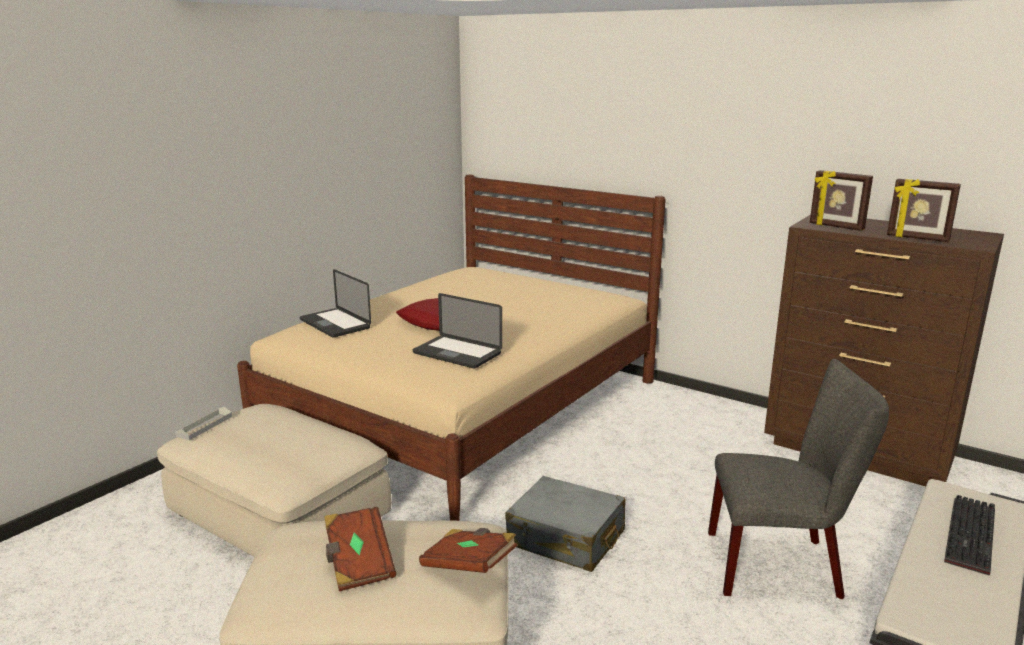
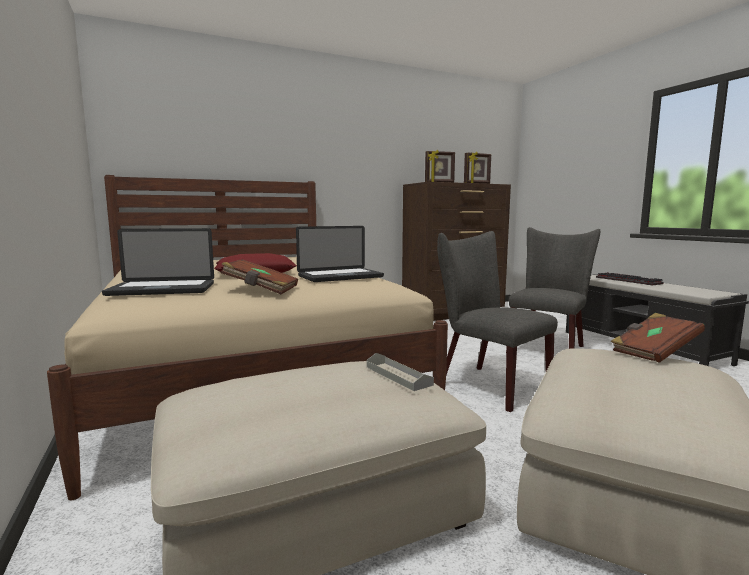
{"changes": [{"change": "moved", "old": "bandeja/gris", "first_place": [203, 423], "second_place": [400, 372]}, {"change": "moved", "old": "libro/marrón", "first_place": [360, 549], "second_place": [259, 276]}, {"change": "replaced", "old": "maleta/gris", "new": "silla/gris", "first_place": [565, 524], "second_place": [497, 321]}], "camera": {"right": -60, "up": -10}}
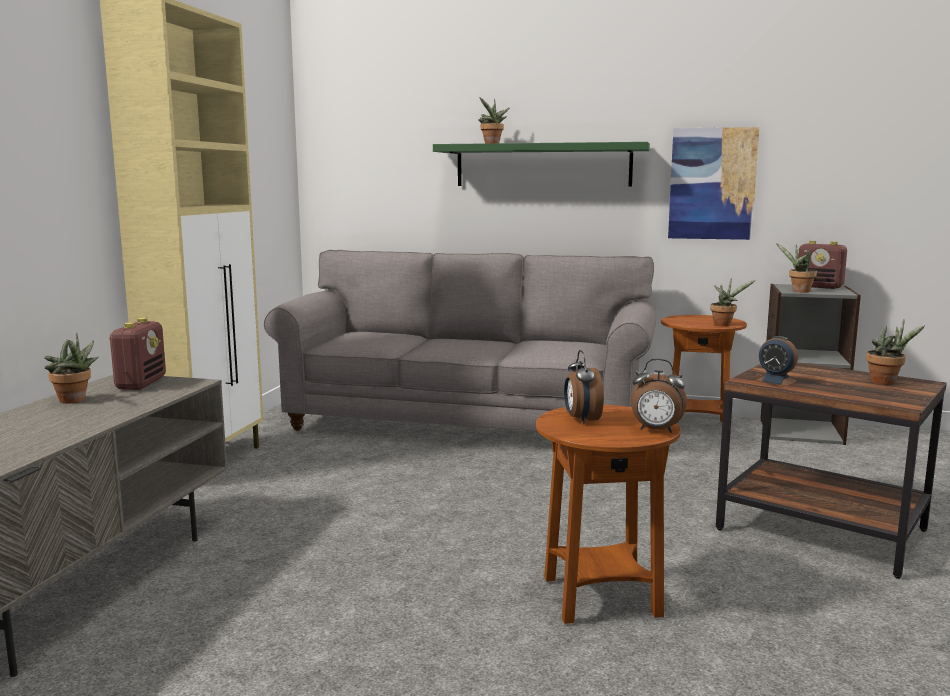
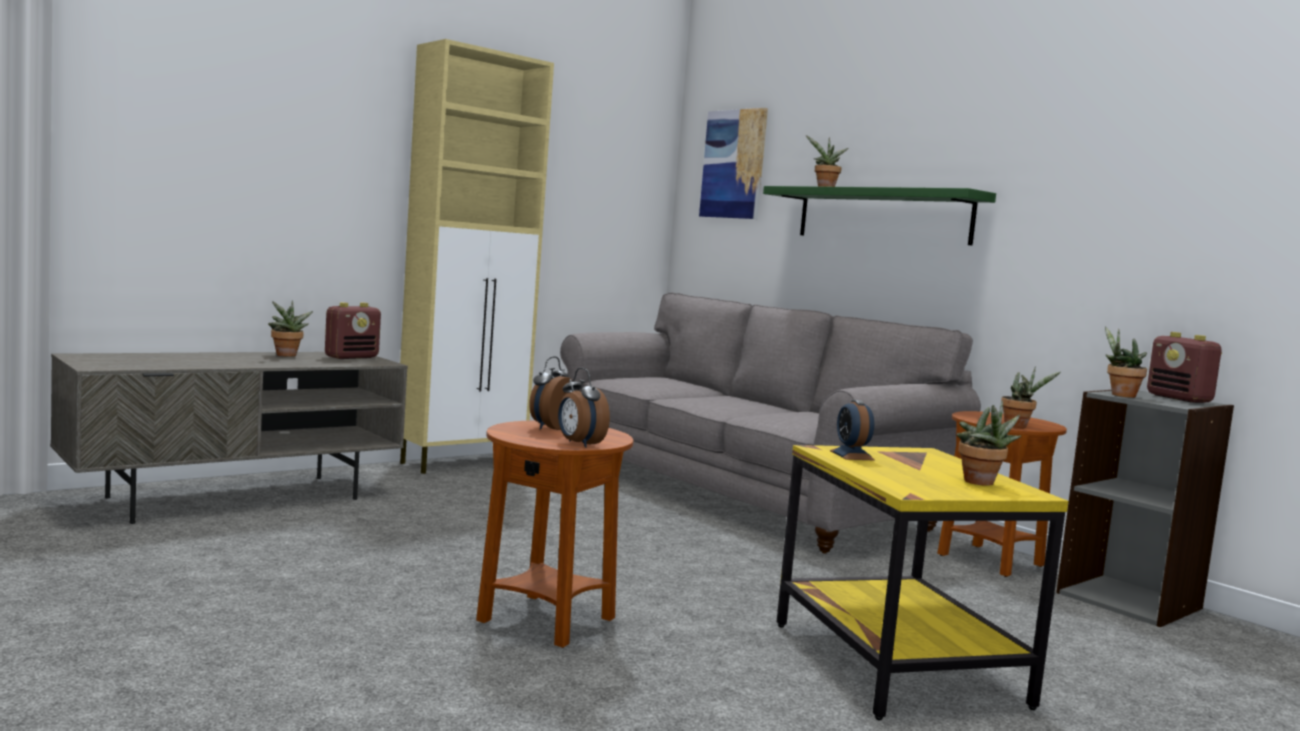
{"changes": [{"change": "moved", "old": "cuadro", "first_place": [714, 183], "second_place": [733, 163]}, {"change": "recoloured", "old": "mesa auxiliar/marrón", "new": "mesa auxiliar/amarillo", "first_place": [831, 471], "second_place": [922, 582]}], "camera": {"right": 35, "up": -5}}
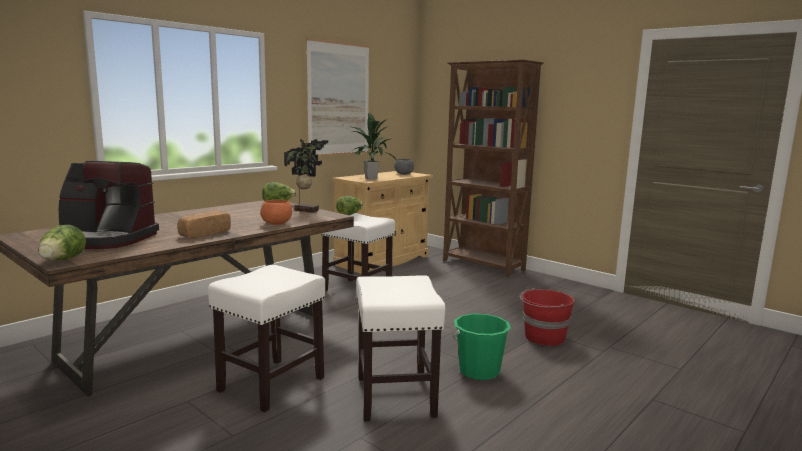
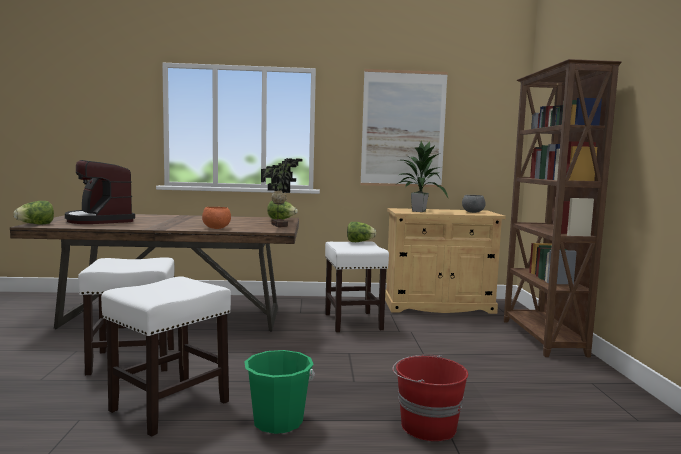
{"changes": [{"change": "removed", "old": "pan", "first_place": [204, 224]}], "camera": {"right": 45, "up": -5}}
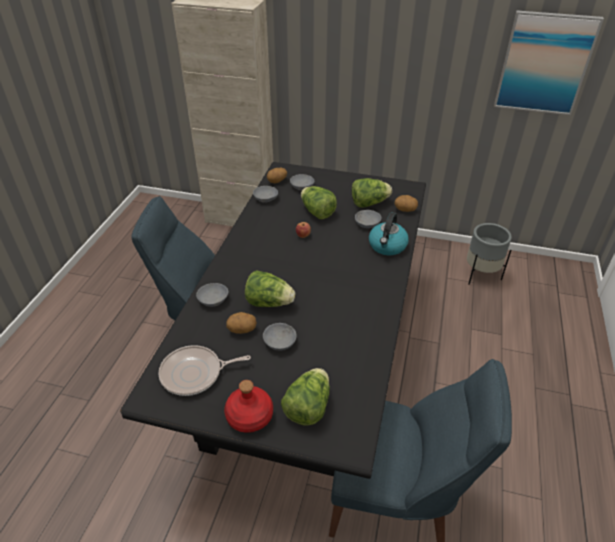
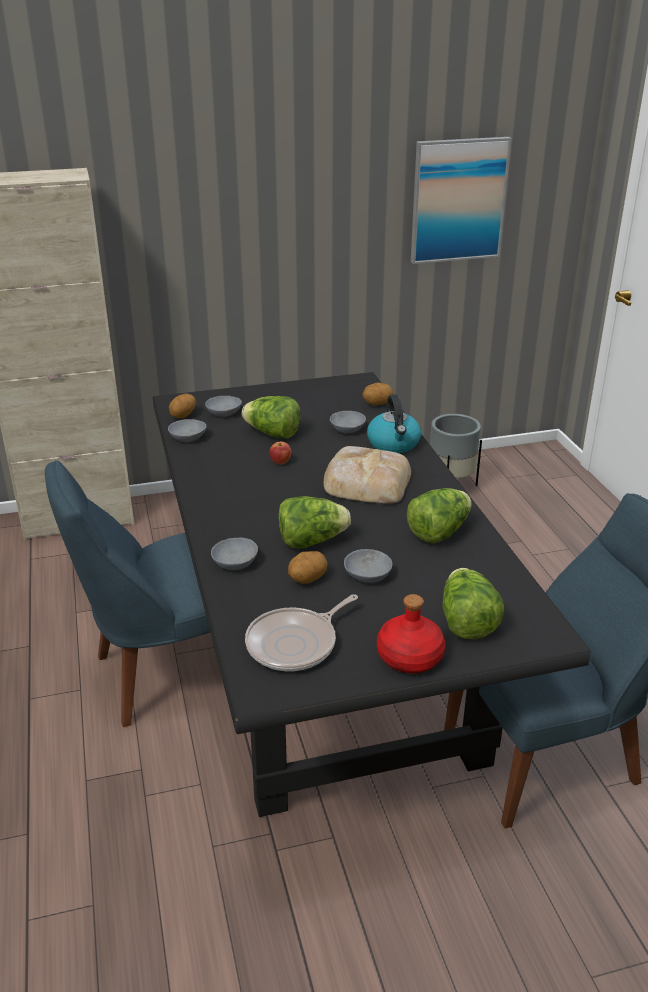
{"changes": [{"change": "added", "new": "pan", "second_place": [367, 475]}, {"change": "moved", "old": "lechuga", "first_place": [372, 193], "second_place": [439, 515]}], "camera": {"right": -30, "up": -10}}
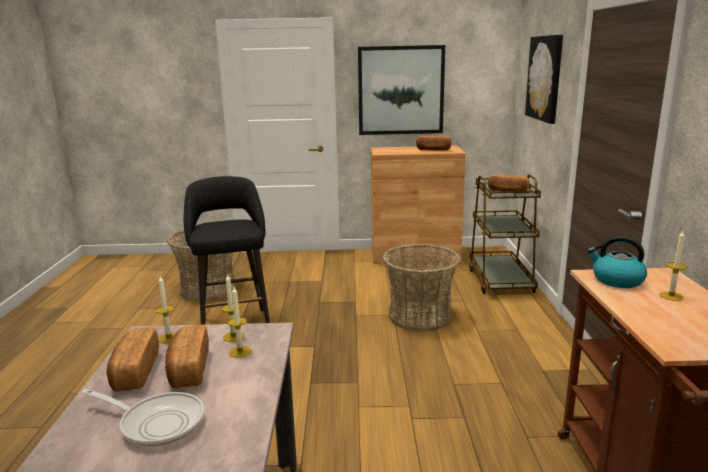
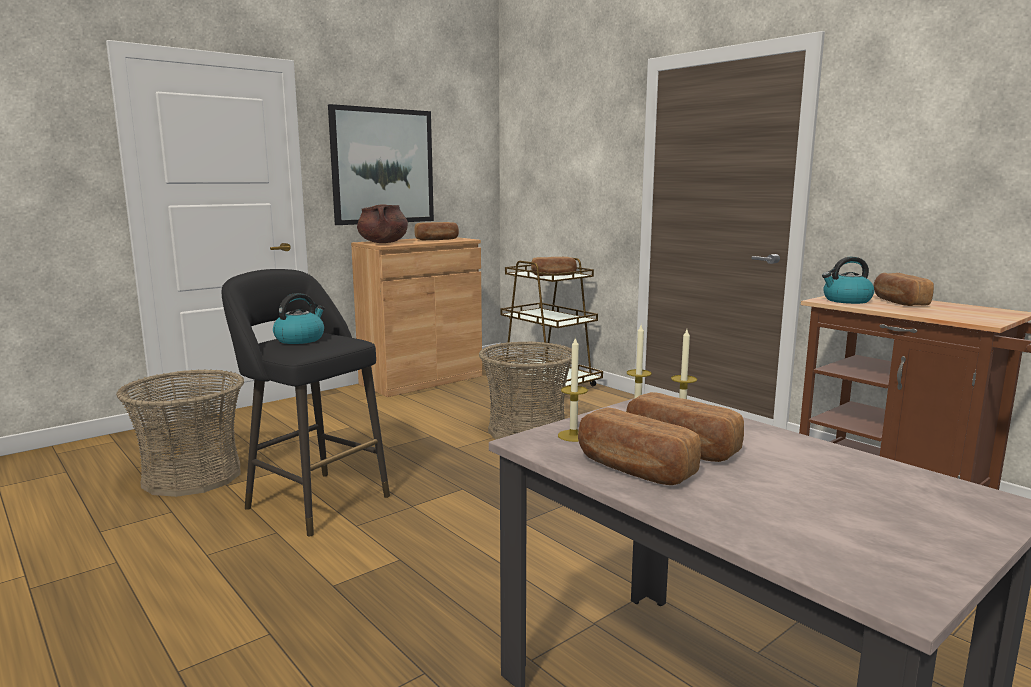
{"changes": [{"change": "removed", "old": "sartén", "first_place": [143, 418]}, {"change": "removed", "old": "cuadro", "first_place": [544, 79]}, {"change": "added", "new": "hervidor", "second_place": [299, 318]}, {"change": "added", "new": "olla/marrón", "second_place": [382, 223]}, {"change": "replaced", "old": "vela", "new": "pan", "first_place": [673, 266], "second_place": [903, 289]}], "camera": {"right": -40, "up": -5}}
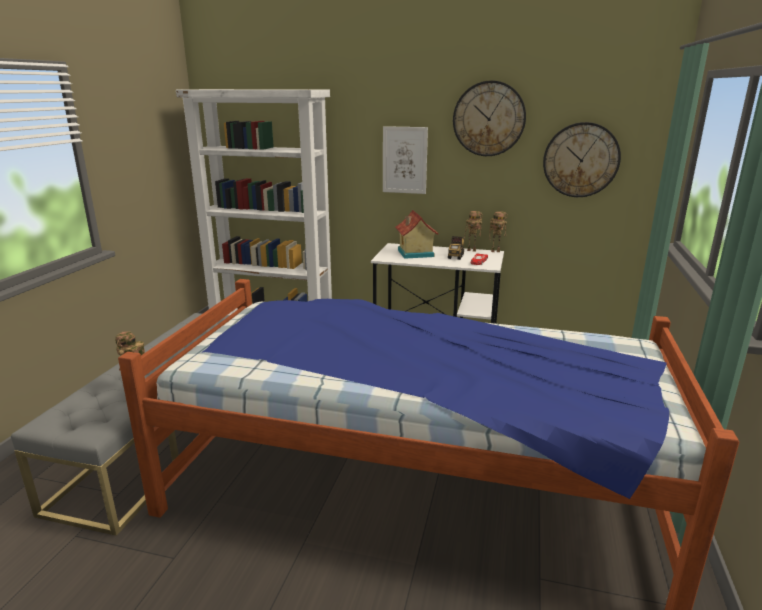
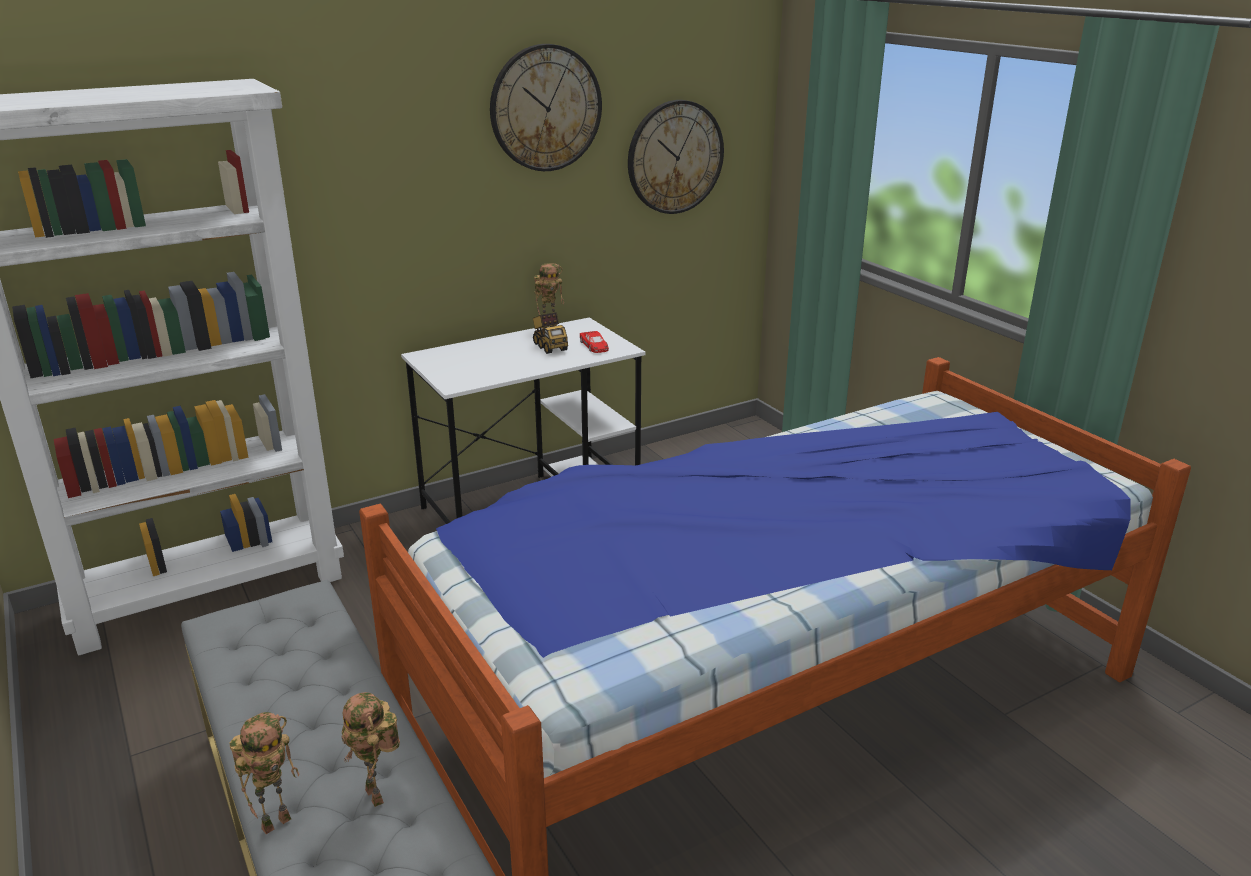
{"changes": [{"change": "removed", "old": "cuadro", "first_place": [405, 160]}, {"change": "removed", "old": "casita", "first_place": [417, 234]}, {"change": "moved", "old": "robot de juguete", "first_place": [498, 232], "second_place": [264, 773]}], "camera": {"right": -45, "up": 5}}
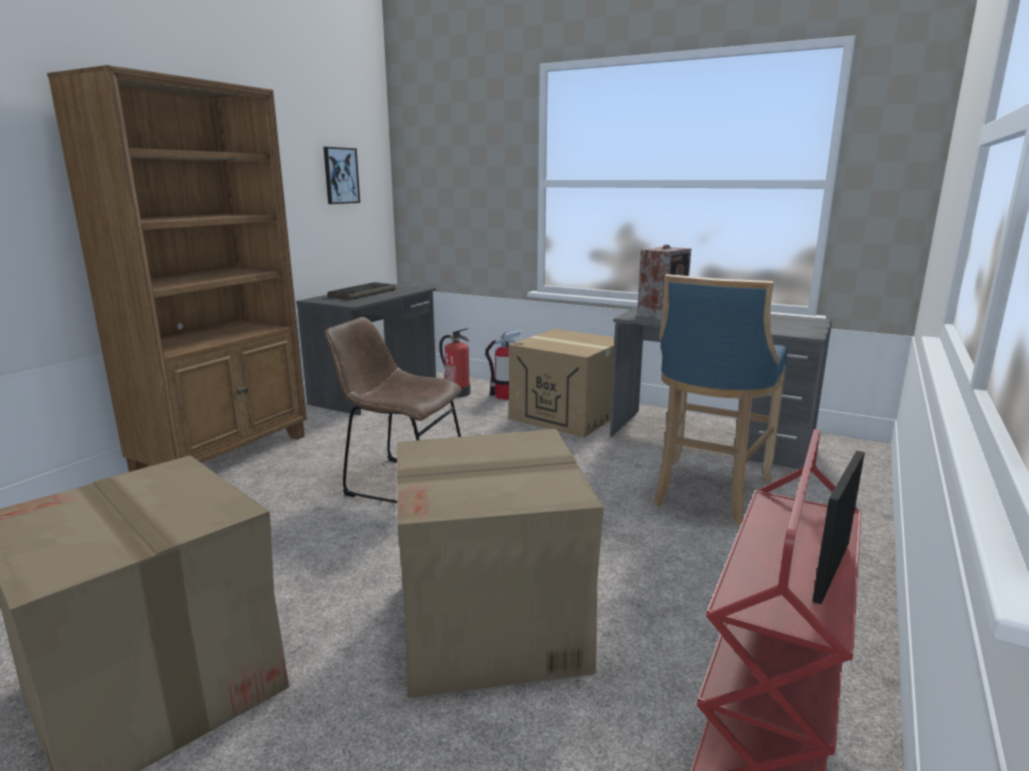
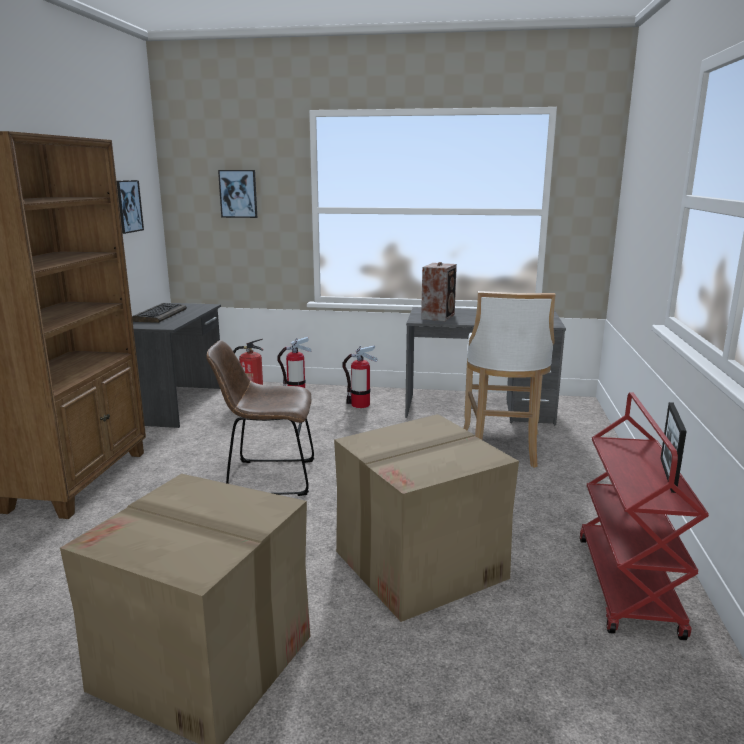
{"changes": [{"change": "added", "new": "cuadro", "second_place": [237, 194]}, {"change": "replaced", "old": "caja de cartón", "new": "extintor", "first_place": [562, 383], "second_place": [359, 376]}, {"change": "recoloured", "old": "taburete/azul", "new": "taburete/blanco", "first_place": [720, 399], "second_place": [509, 379]}], "camera": {"right": -20, "up": 0}}
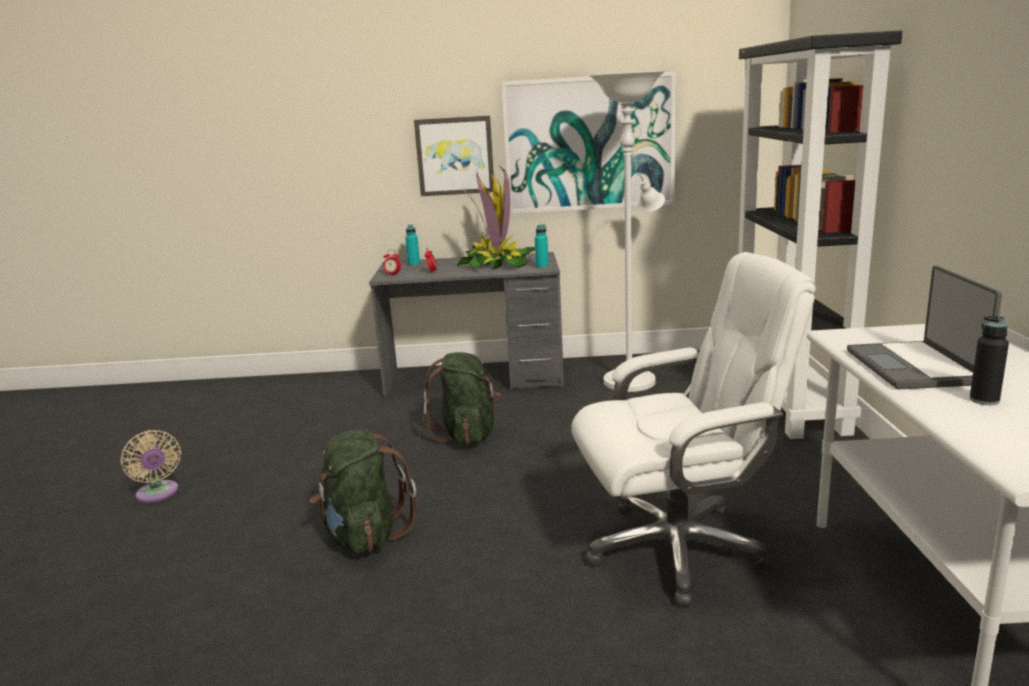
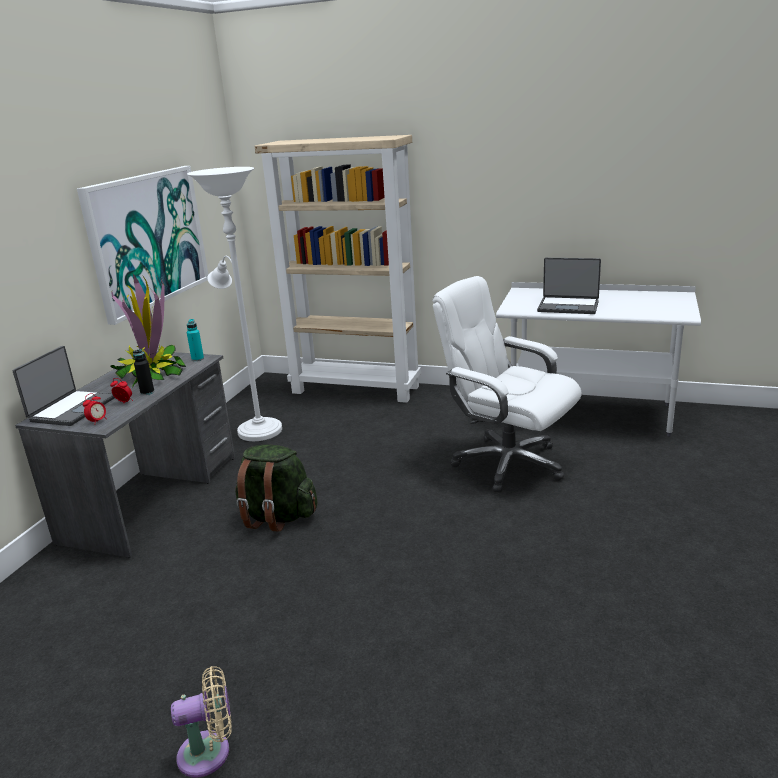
{"changes": [{"change": "removed", "old": "mochila/verde", "first_place": [363, 491]}, {"change": "removed", "old": "cuadro", "first_place": [454, 156]}, {"change": "moved", "old": "botella/negro", "first_place": [989, 360], "second_place": [143, 372]}, {"change": "replaced", "old": "botella/turquesa", "new": "portátil", "first_place": [412, 245], "second_place": [64, 386]}, {"change": "recoloured", "old": "estantería/negro", "new": "estantería/beis", "first_place": [820, 234], "second_place": [338, 269]}, {"change": "turned", "old": "silla de oficina/blanco", "first_place": [693, 429], "second_place": [506, 384], "degrees": -60}], "camera": {"right": -70, "up": 5}}
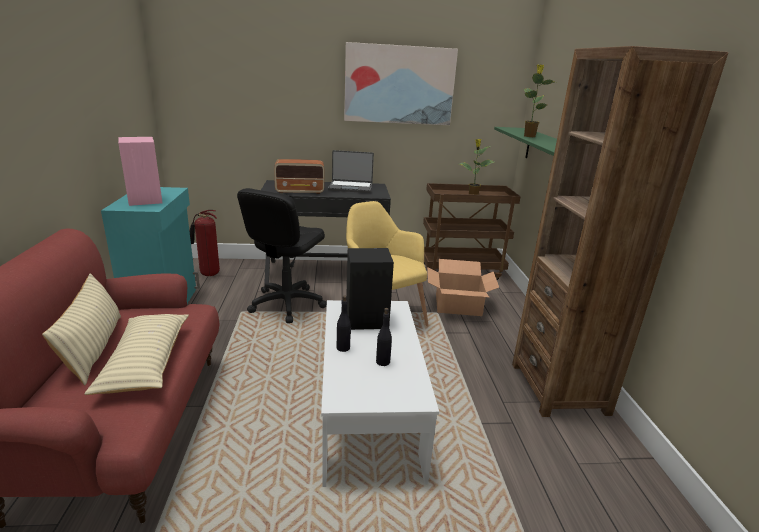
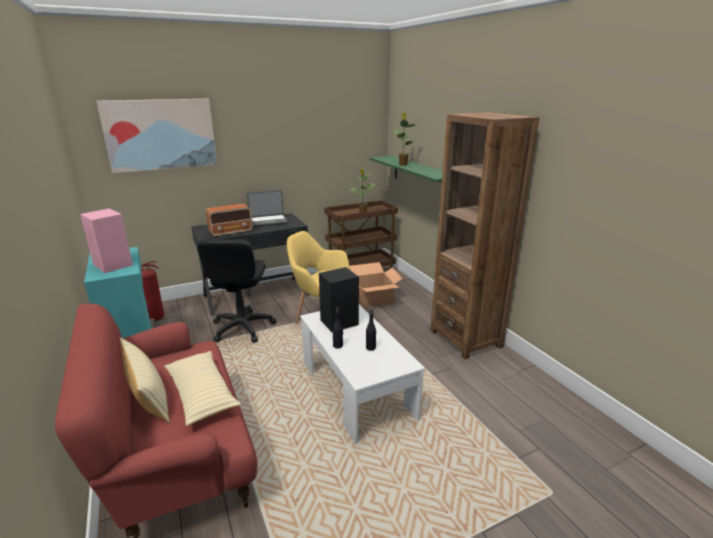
{"changes": [{"change": "moved", "old": "cuadro", "first_place": [401, 83], "second_place": [156, 136]}], "camera": {"right": -20, "up": 0}}
